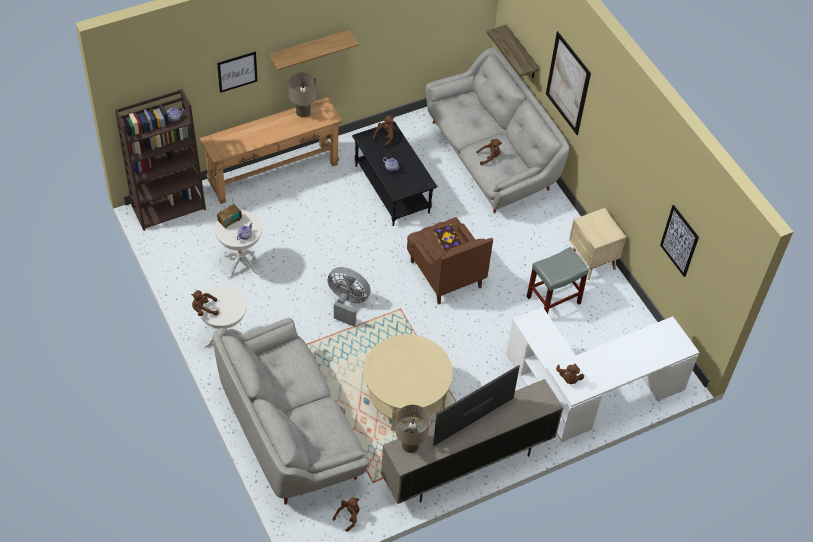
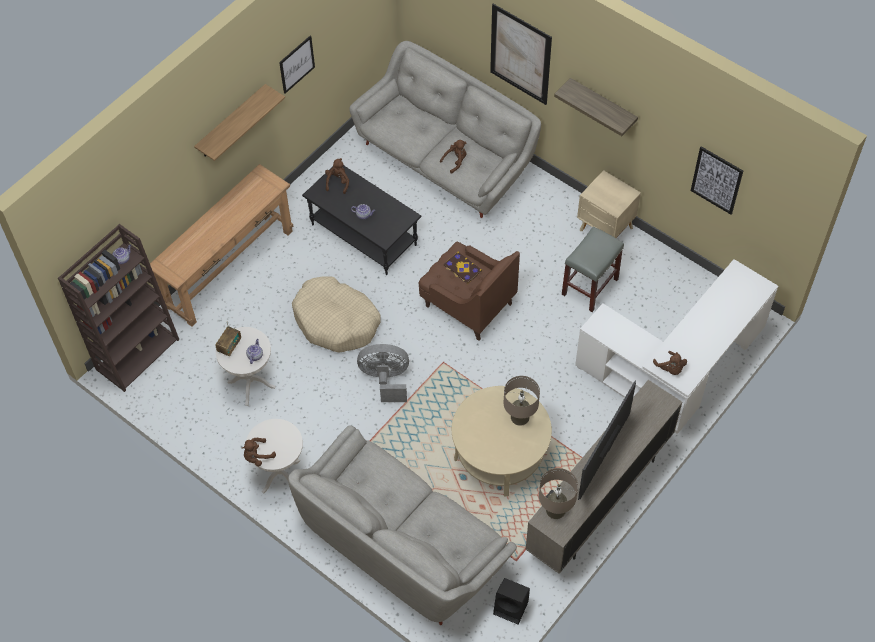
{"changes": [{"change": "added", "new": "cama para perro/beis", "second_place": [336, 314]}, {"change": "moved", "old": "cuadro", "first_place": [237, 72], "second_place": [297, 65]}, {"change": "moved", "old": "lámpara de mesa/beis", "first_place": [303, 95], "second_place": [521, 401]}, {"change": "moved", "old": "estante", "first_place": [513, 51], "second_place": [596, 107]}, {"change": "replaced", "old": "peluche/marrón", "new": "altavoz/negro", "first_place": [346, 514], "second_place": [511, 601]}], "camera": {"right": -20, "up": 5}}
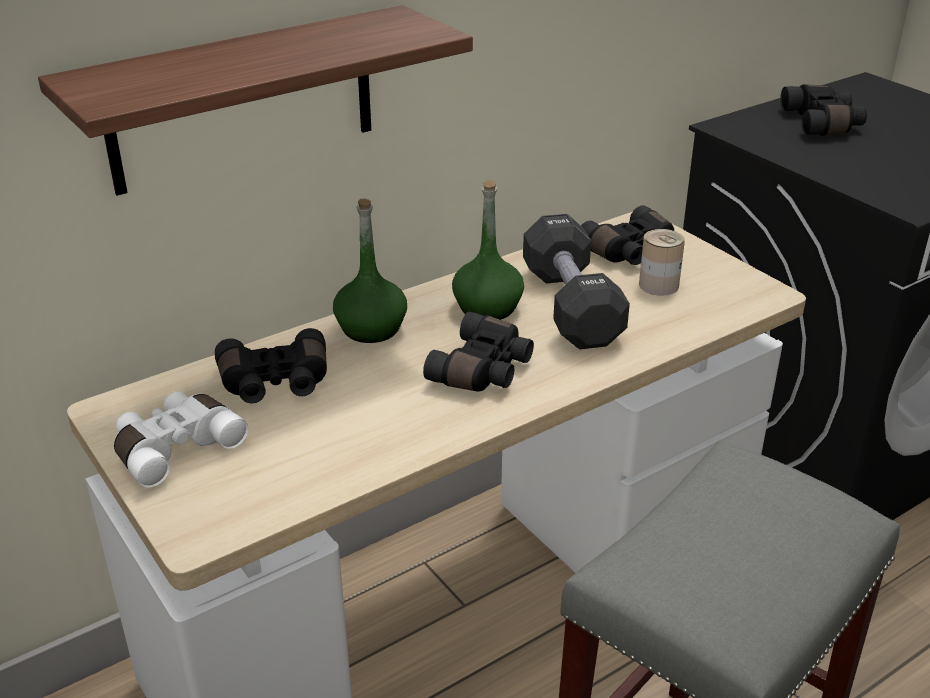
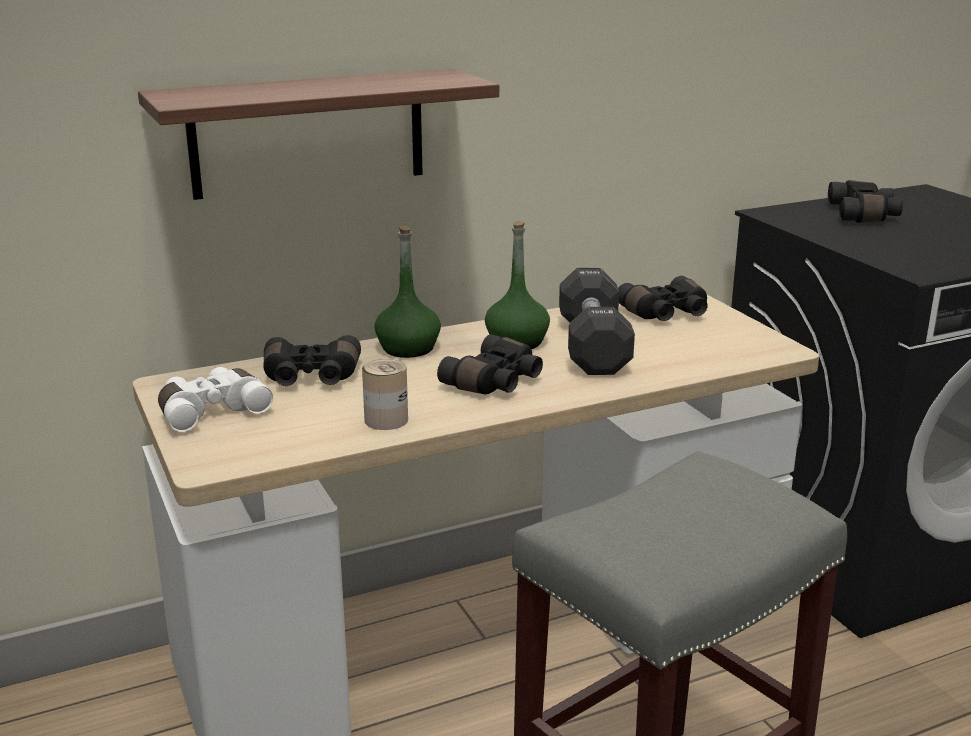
{"changes": [{"change": "moved", "old": "lata", "first_place": [662, 262], "second_place": [385, 394]}], "camera": {"right": 10, "up": -10}}
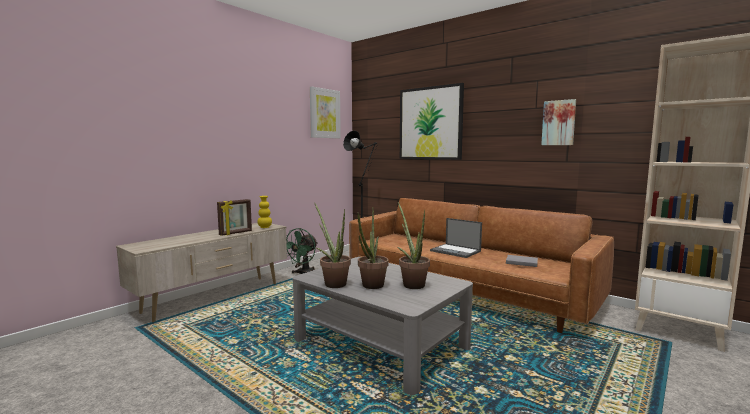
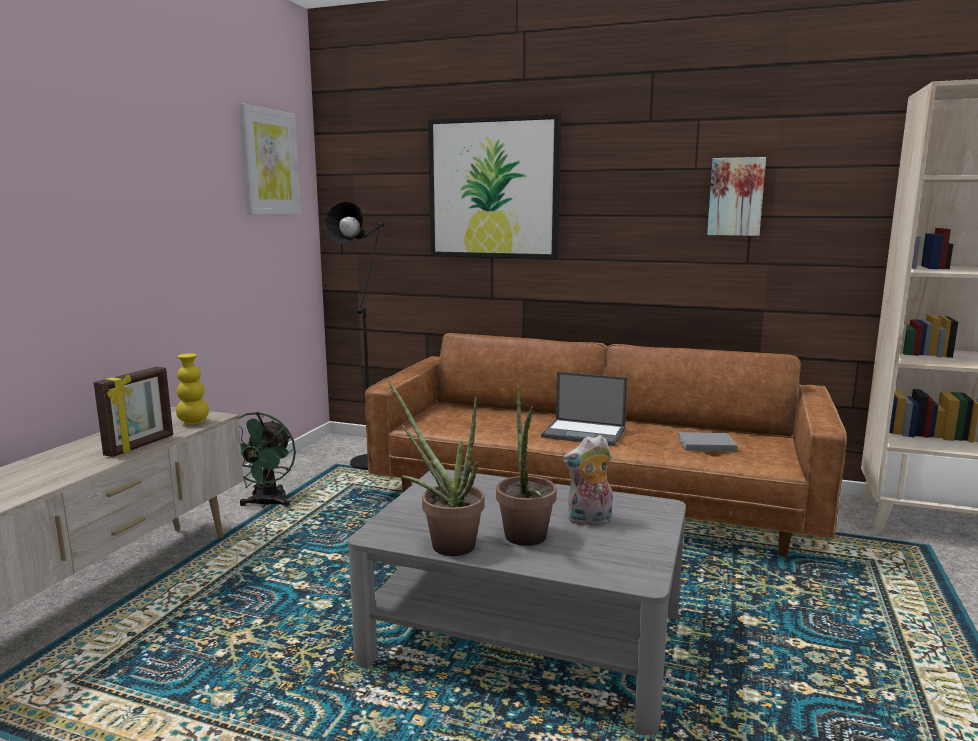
{"changes": [{"change": "replaced", "old": "planta en maceta", "new": "peluche", "first_place": [413, 245], "second_place": [588, 481]}], "camera": {"right": -20, "up": 5}}
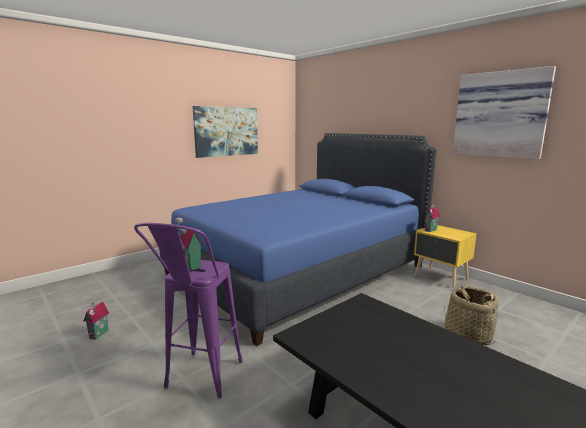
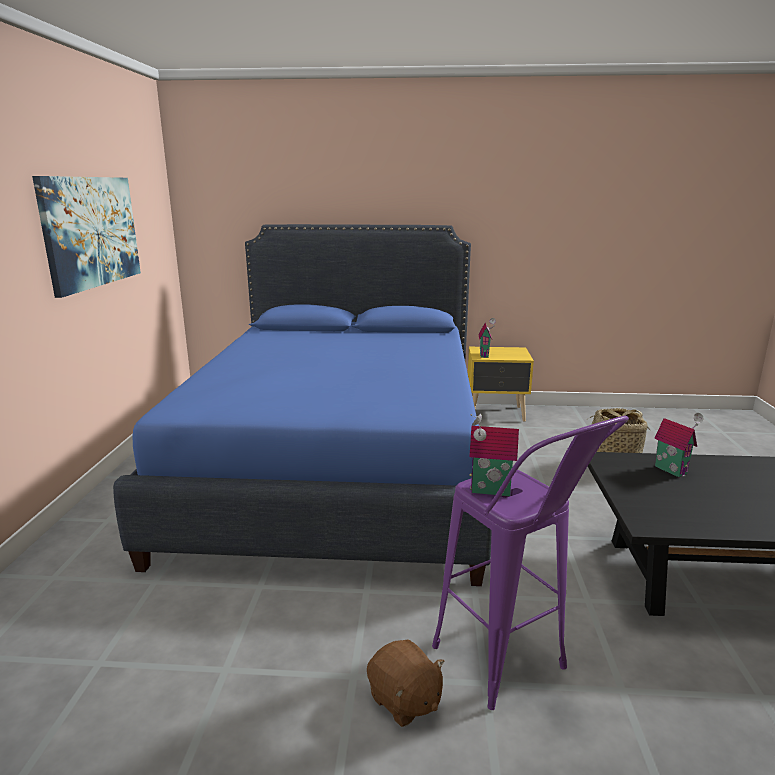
{"changes": [{"change": "removed", "old": "cuadro", "first_place": [504, 112]}, {"change": "added", "new": "peluche/marrón", "second_place": [405, 683]}, {"change": "moved", "old": "casita", "first_place": [96, 321], "second_place": [678, 445]}], "camera": {"right": -45, "up": 5}}
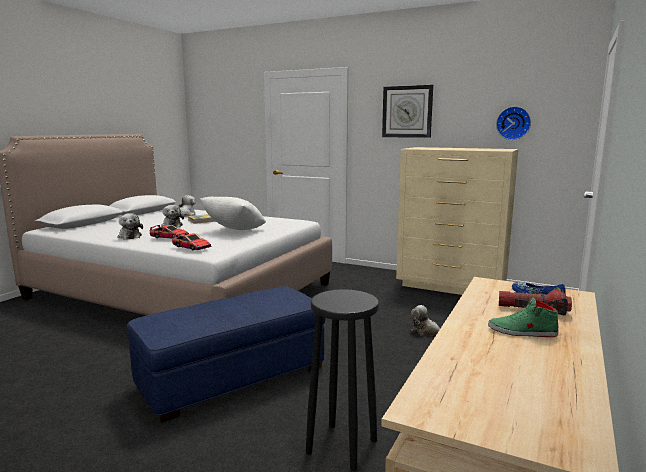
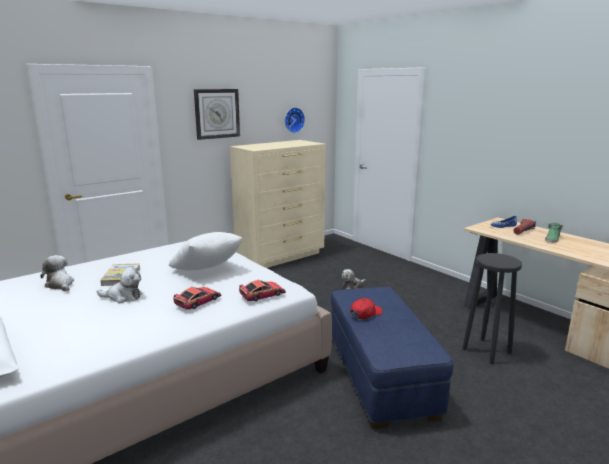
{"changes": [{"change": "removed", "old": "peluche", "first_place": [130, 226]}, {"change": "added", "new": "gorra/rojo", "second_place": [366, 308]}], "camera": {"right": -65, "up": 5}}
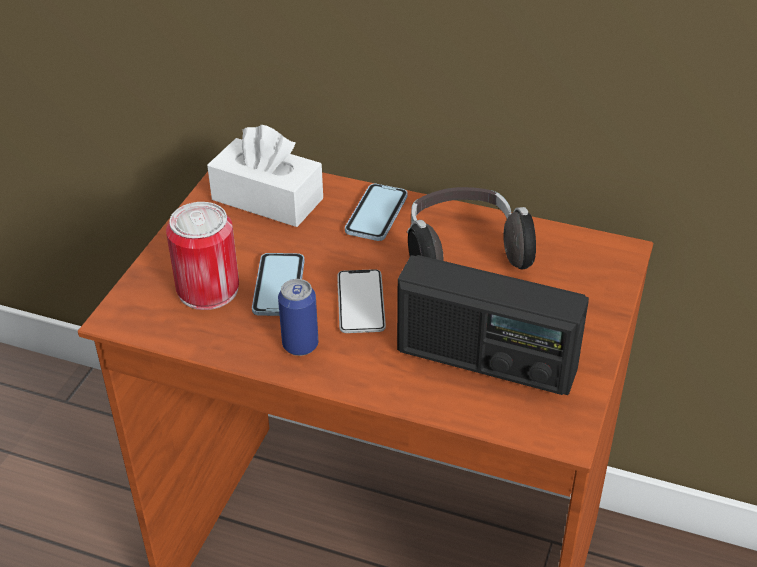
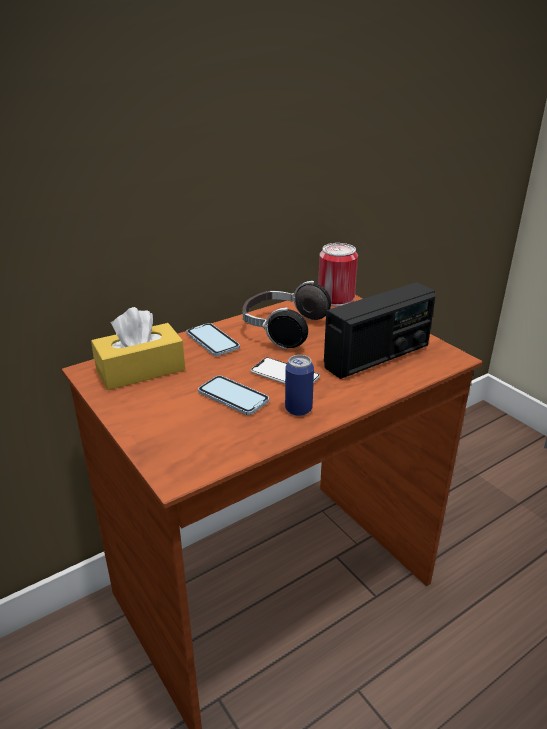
{"changes": [{"change": "moved", "old": "lata", "first_place": [202, 256], "second_place": [338, 274]}, {"change": "recoloured", "old": "caja de pañuelos/blanco", "new": "caja de pañuelos/amarillo", "first_place": [265, 176], "second_place": [138, 348]}], "camera": {"right": -55, "up": -10}}
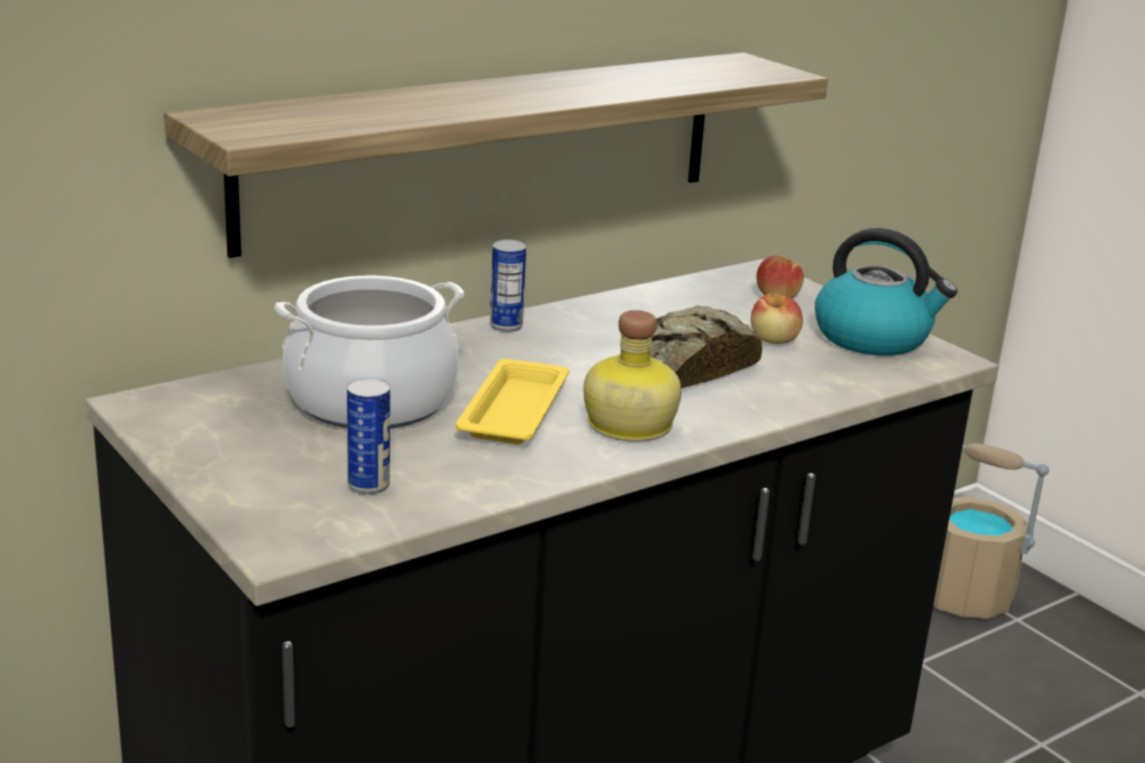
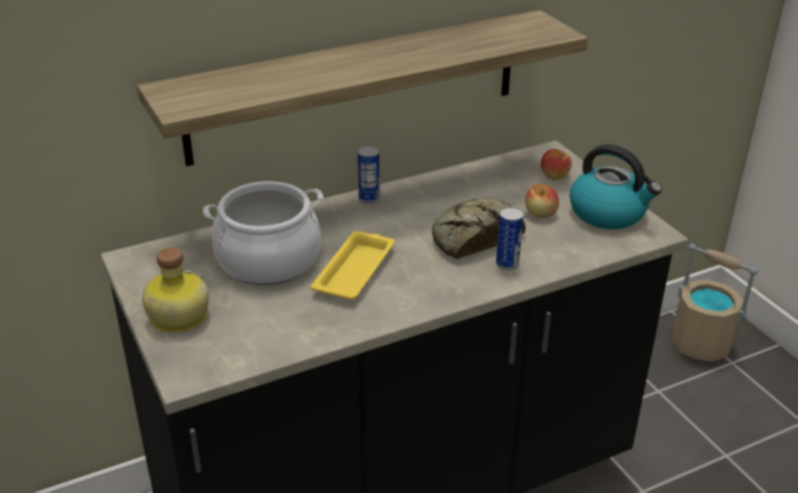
{"changes": [{"change": "moved", "old": "lata", "first_place": [368, 436], "second_place": [510, 238]}, {"change": "moved", "old": "botella", "first_place": [632, 376], "second_place": [175, 290]}], "camera": {"right": 10, "up": 10}}
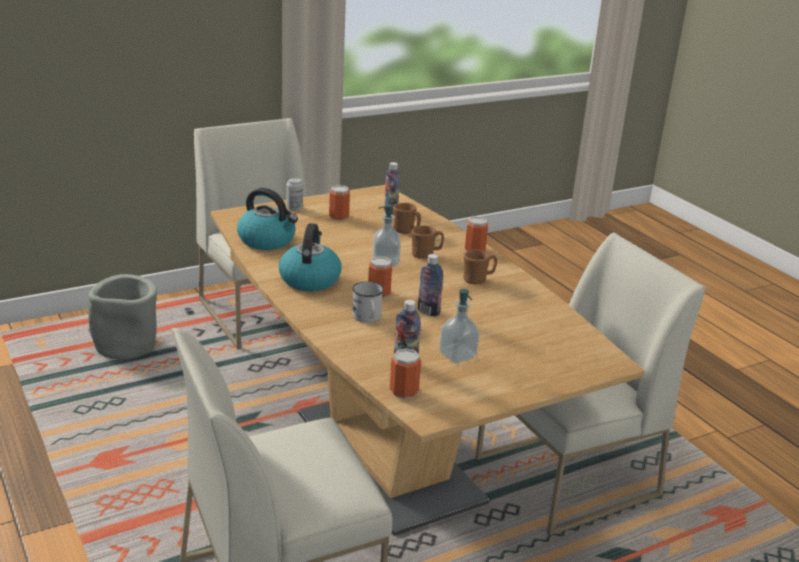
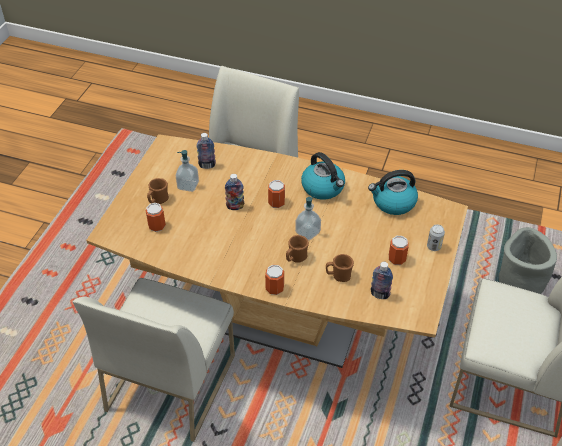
{"changes": [{"change": "removed", "old": "taza grande/blanco", "first_place": [368, 302]}, {"change": "moved", "old": "lata", "first_place": [405, 373], "second_place": [156, 217]}, {"change": "moved", "old": "taza grande/marrón", "first_place": [480, 266], "second_place": [158, 191]}], "camera": {"right": 140, "up": 20}}
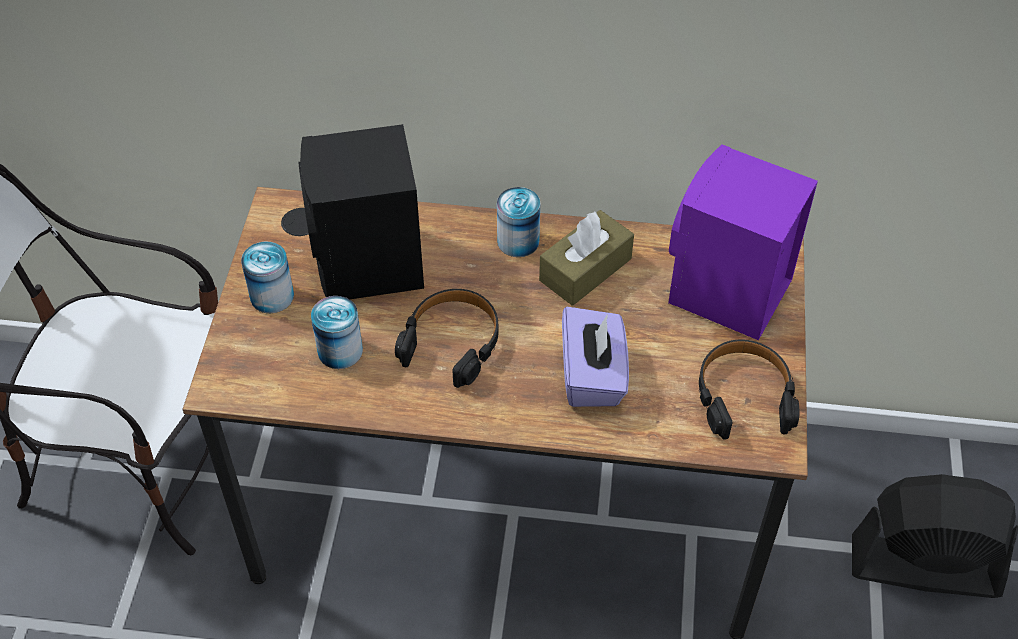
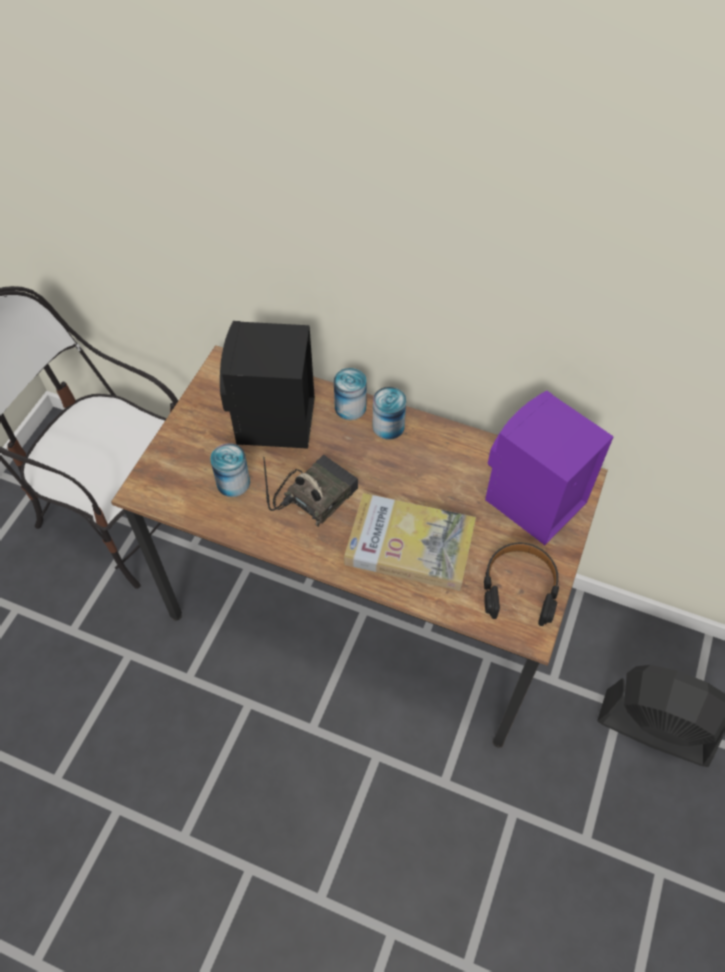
{"changes": [{"change": "removed", "old": "caja de pañuelos/marrón", "first_place": [586, 258]}, {"change": "moved", "old": "lata", "first_place": [267, 277], "second_place": [350, 394]}, {"change": "replaced", "old": "auriculares/negro", "new": "radio", "first_place": [446, 338], "second_place": [310, 491]}, {"change": "replaced", "old": "caja de pañuelos/morado", "new": "libro", "first_place": [595, 357], "second_place": [410, 542]}], "camera": {"right": 15, "up": 5}}
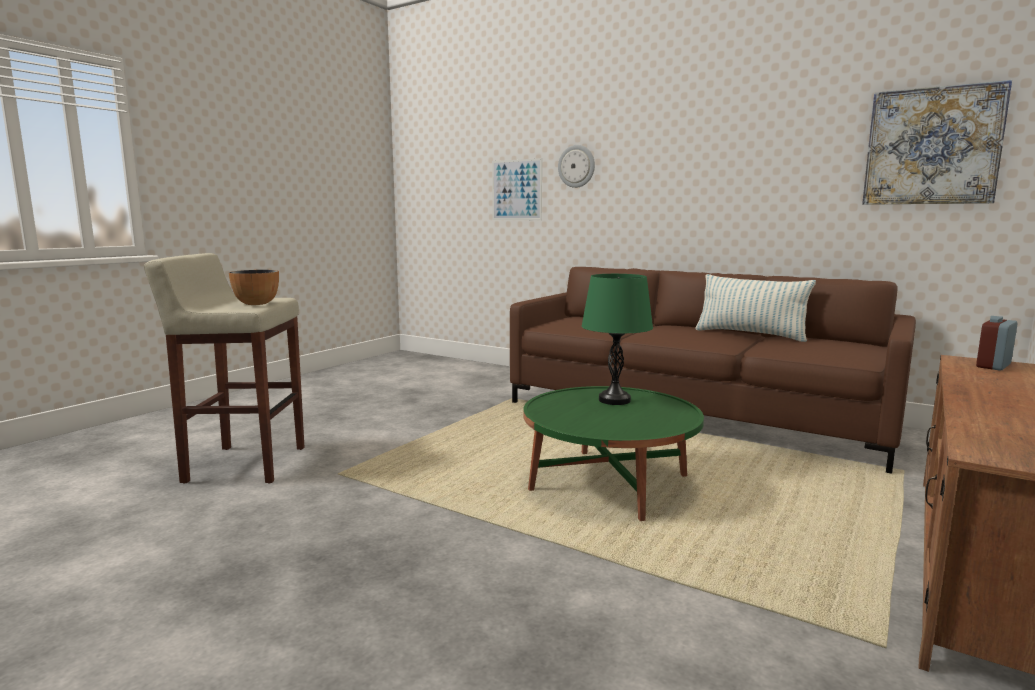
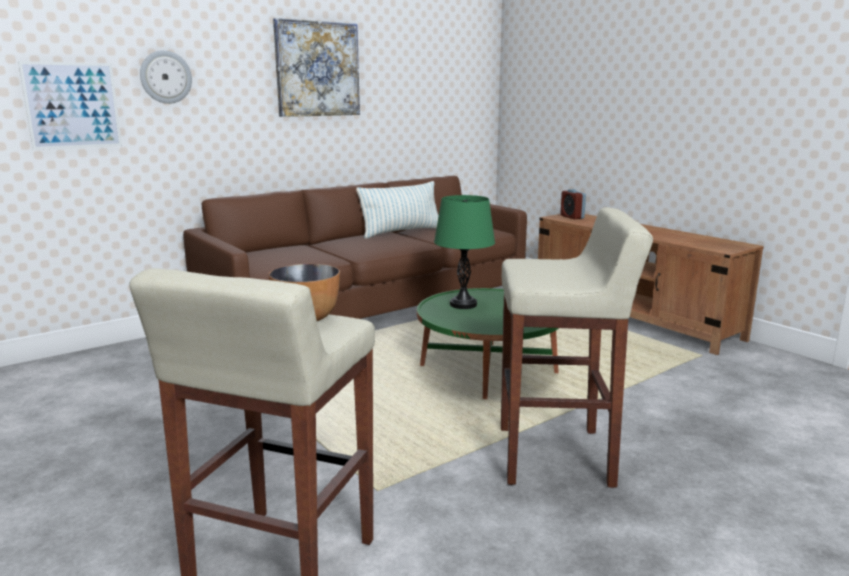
{"changes": [{"change": "added", "new": "taburete/beis", "second_place": [577, 347]}, {"change": "moved", "old": "cuadro", "first_place": [937, 142], "second_place": [316, 67]}], "camera": {"right": -70, "up": 5}}
